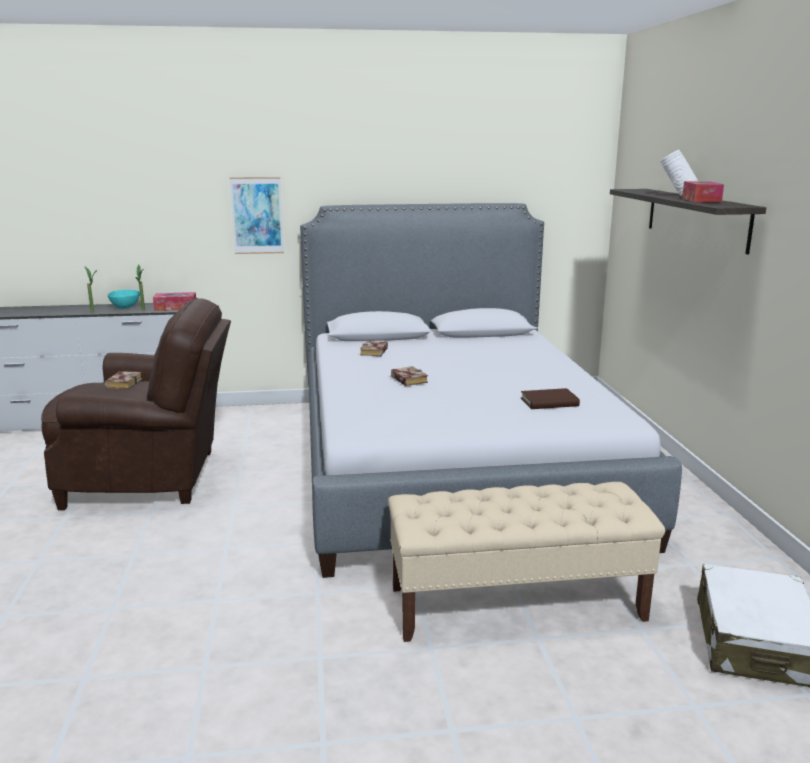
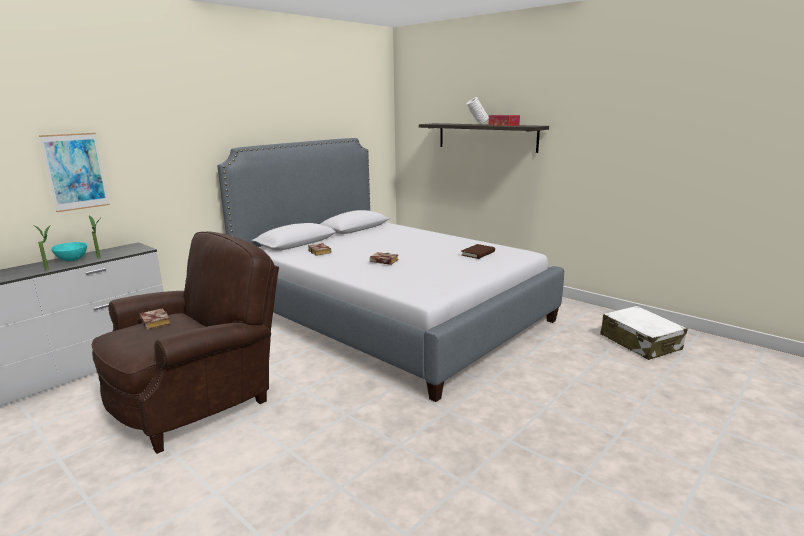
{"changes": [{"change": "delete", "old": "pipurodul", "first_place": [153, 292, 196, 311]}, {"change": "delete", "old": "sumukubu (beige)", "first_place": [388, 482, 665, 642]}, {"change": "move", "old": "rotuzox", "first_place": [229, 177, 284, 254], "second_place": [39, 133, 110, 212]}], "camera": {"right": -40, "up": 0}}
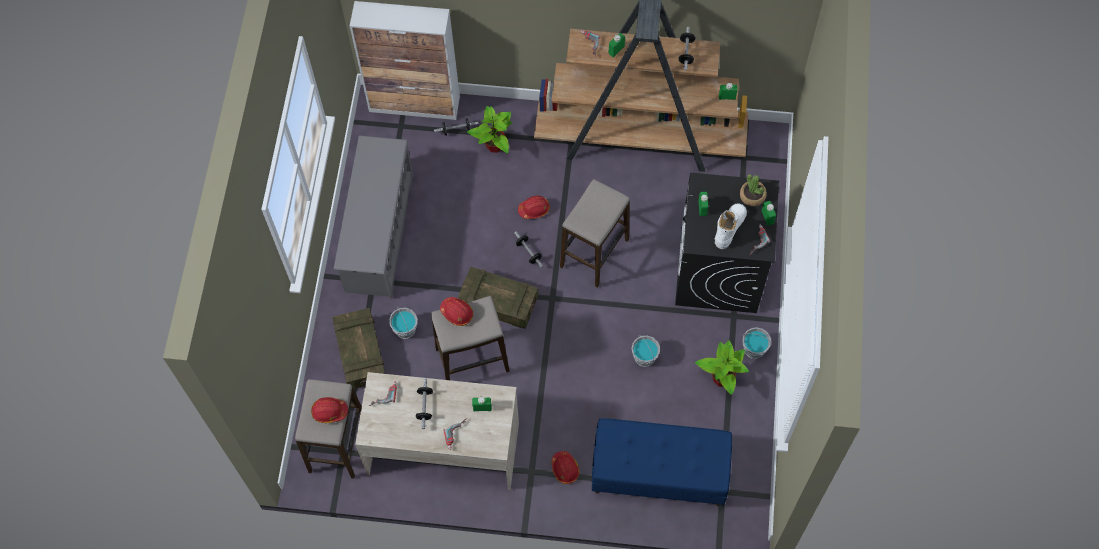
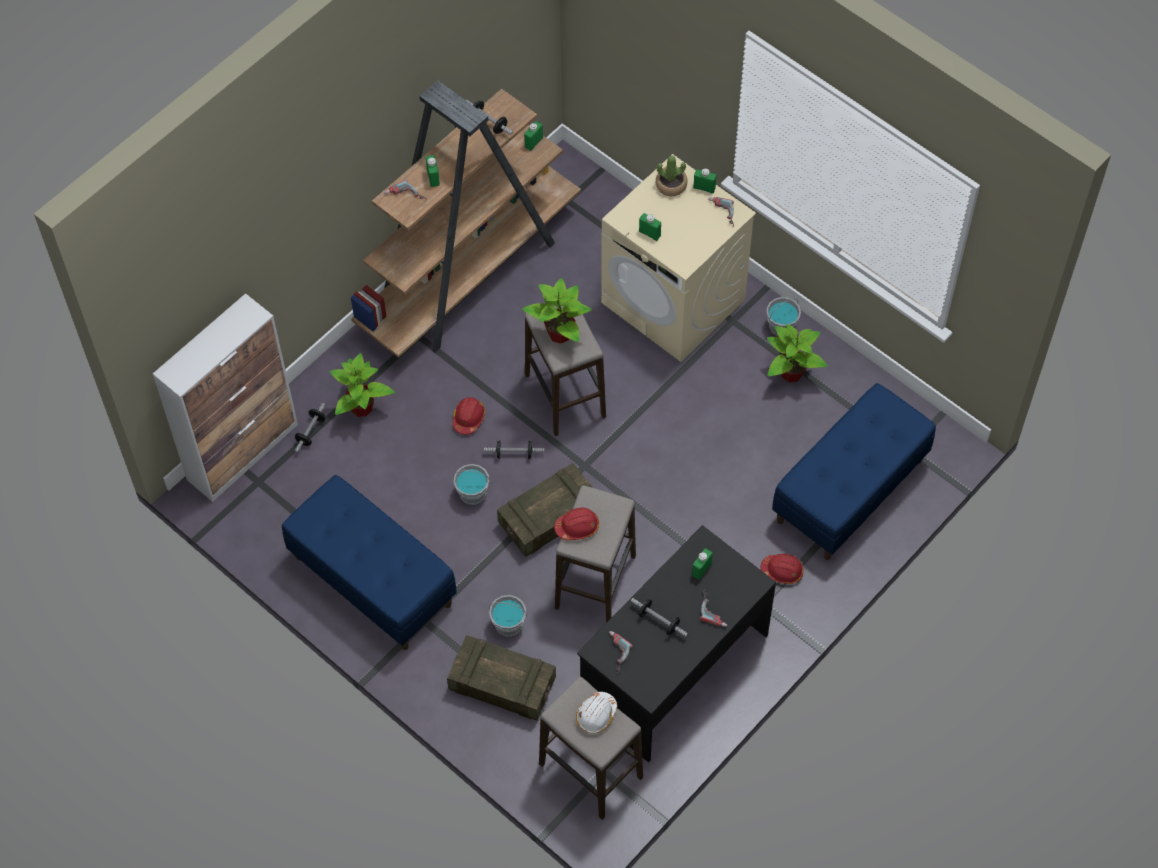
{"changes": [{"change": "delete", "old": "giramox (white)", "first_place": [715, 203, 747, 249]}, {"change": "insert", "new": "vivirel", "second_place": [522, 278, 592, 344]}, {"change": "move", "old": "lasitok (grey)", "first_place": [631, 335, 660, 367], "second_place": [453, 464, 490, 505]}, {"change": "replace", "old": "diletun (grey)", "new": "sumukubu (blue)", "first_place": [334, 135, 413, 299], "second_place": [282, 475, 457, 650]}, {"change": "recolor", "old": "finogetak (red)", "new": "finogetak (white)", "first_place": [311, 397, 348, 423], "second_place": [576, 692, 617, 734]}, {"change": "recolor", "old": "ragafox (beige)", "new": "ragafox (black)", "first_place": [355, 372, 519, 490], "second_place": [577, 525, 776, 763]}, {"change": "recolor", "old": "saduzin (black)", "new": "saduzin (beige)", "first_place": [675, 173, 779, 313], "second_place": [601, 154, 756, 362]}], "camera": {"right": -55, "up": -5}}
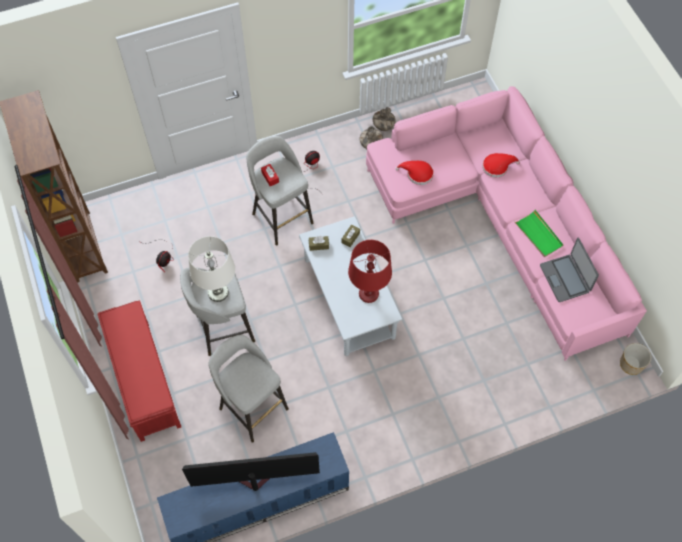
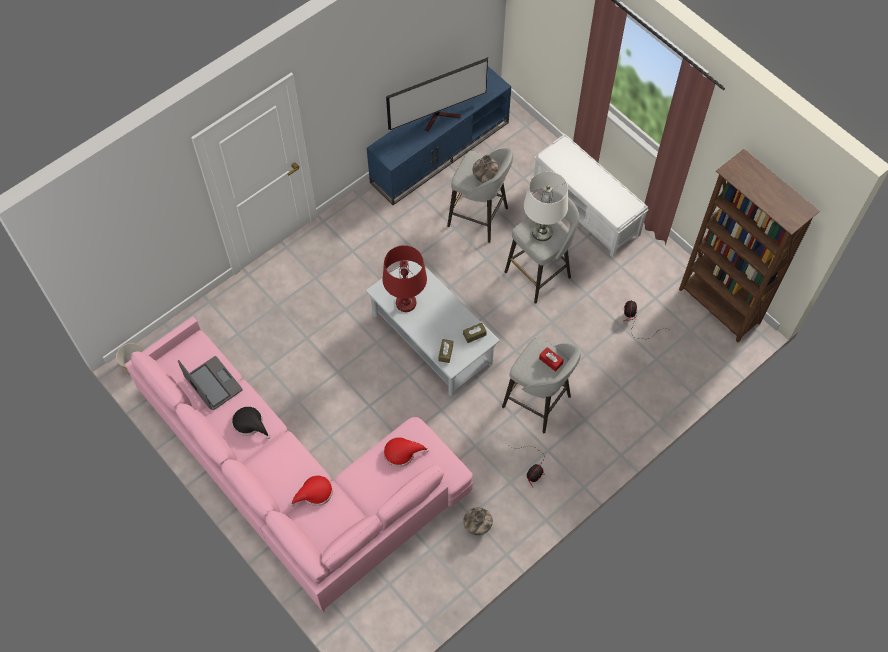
{"changes": [{"change": "move", "old": "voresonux", "first_place": [373, 107, 396, 131], "second_place": [473, 155, 499, 183]}, {"change": "replace", "old": "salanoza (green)", "new": "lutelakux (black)", "first_place": [515, 210, 563, 257], "second_place": [232, 406, 271, 439]}, {"change": "recolor", "old": "sumukubu (red)", "new": "sumukubu (white)", "first_place": [98, 300, 181, 442], "second_place": [534, 134, 649, 257]}], "camera": {"right": 160, "up": 0}}
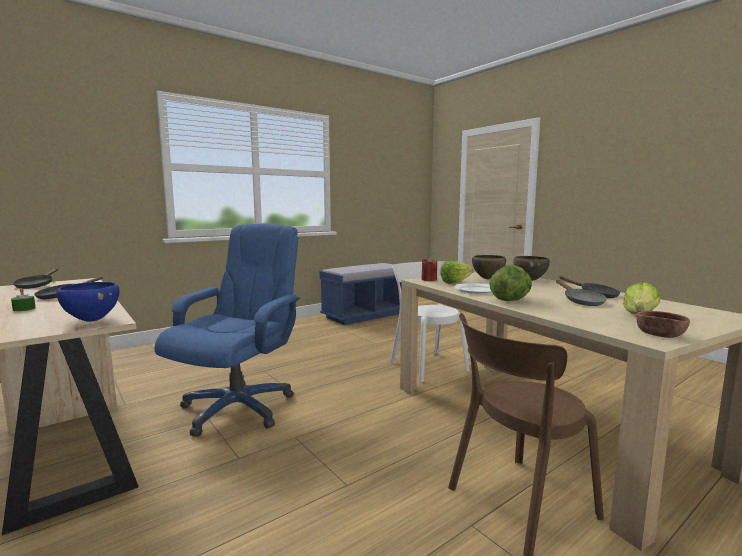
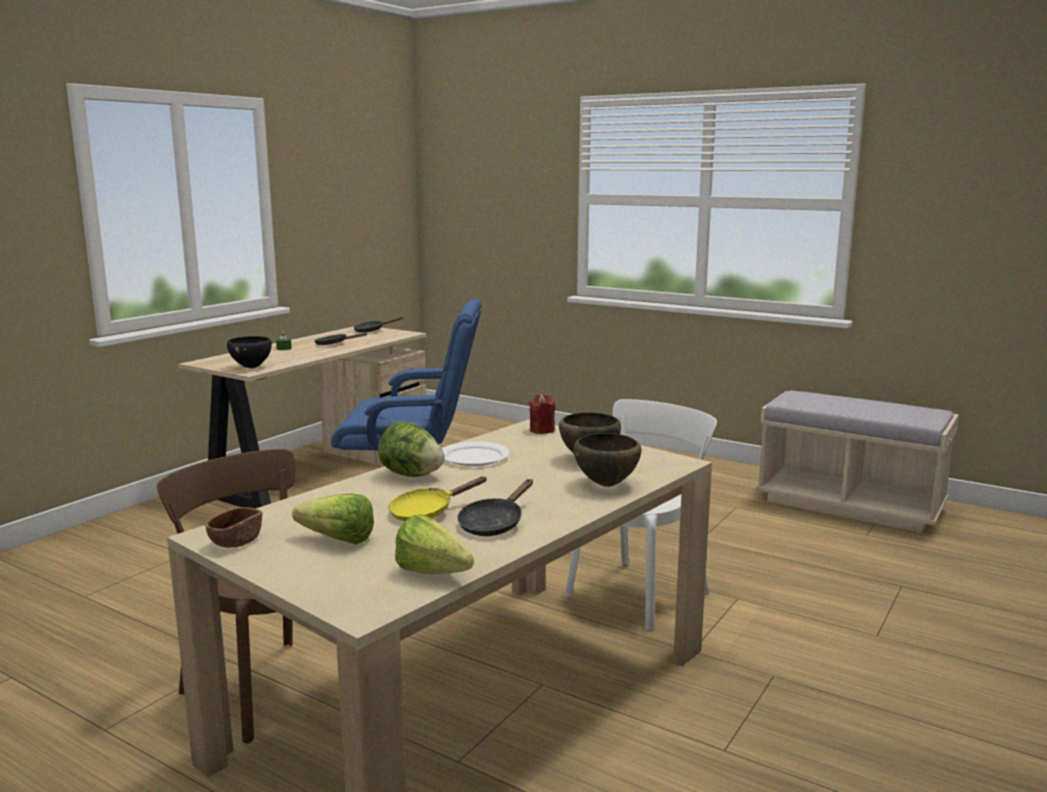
{"changes": [{"change": "move", "old": "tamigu", "first_place": [440, 261, 473, 284], "second_place": [395, 514, 474, 574]}, {"change": "recolor", "old": "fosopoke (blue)", "new": "fosopoke (black)", "first_place": [56, 282, 120, 322], "second_place": [227, 336, 272, 368]}, {"change": "recolor", "old": "sumukubu (blue)", "new": "sumukubu (beige)", "first_place": [320, 263, 402, 325], "second_place": [756, 391, 959, 533]}, {"change": "recolor", "old": "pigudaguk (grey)", "new": "pigudaguk (yellow)", "first_place": [556, 280, 607, 306], "second_place": [388, 476, 487, 522]}], "camera": {"right": 70, "up": 5}}
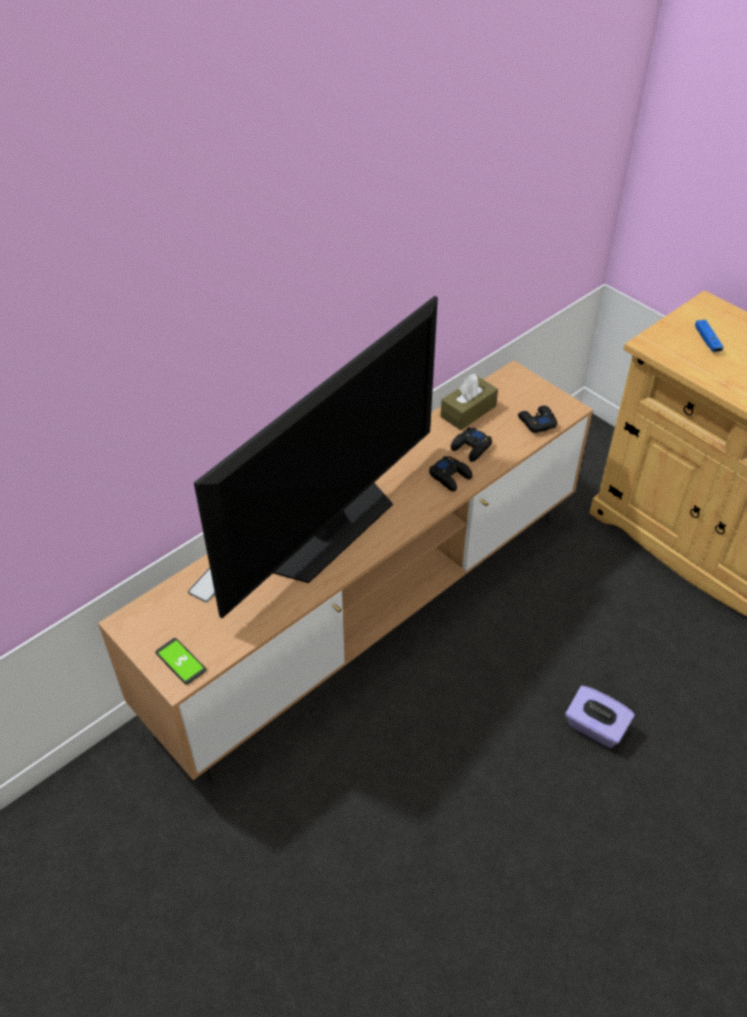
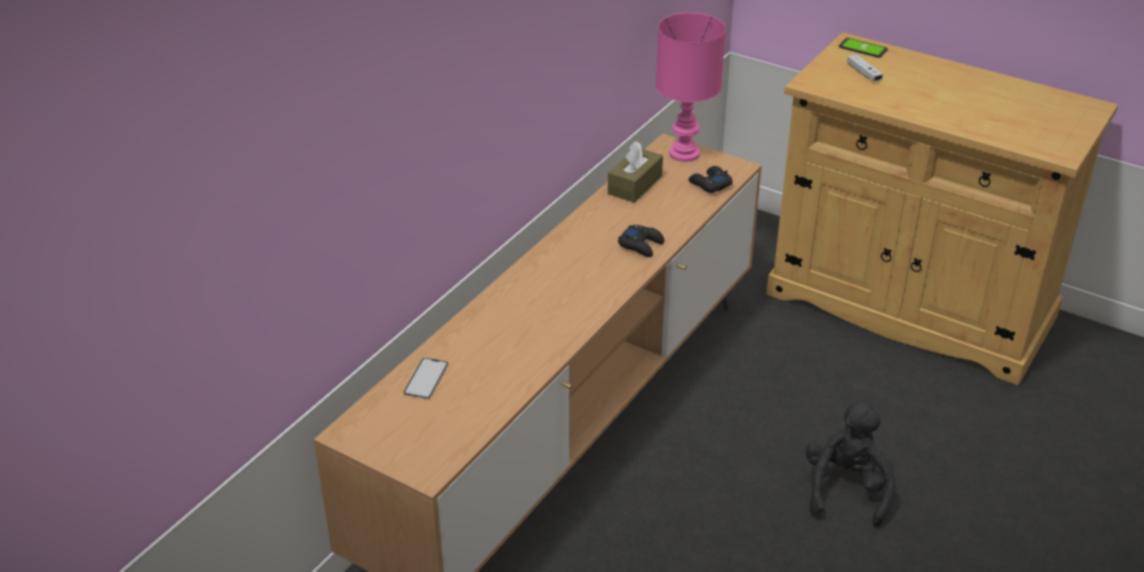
{"changes": [{"change": "delete", "old": "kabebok", "first_place": [194, 296, 438, 618]}, {"change": "delete", "old": "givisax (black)", "first_place": [451, 427, 492, 462]}, {"change": "insert", "new": "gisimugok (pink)", "second_place": [656, 12, 726, 162]}, {"change": "move", "old": "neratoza", "first_place": [155, 638, 206, 685], "second_place": [839, 38, 888, 58]}, {"change": "replace", "old": "pipurodul (purple)", "new": "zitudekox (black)", "first_place": [565, 685, 635, 748], "second_place": [805, 401, 895, 527]}, {"change": "recolor", "old": "givisax (blue)", "new": "givisax (white)", "first_place": [695, 320, 724, 353], "second_place": [847, 54, 883, 81]}], "camera": {"right": -15, "up": -10}}
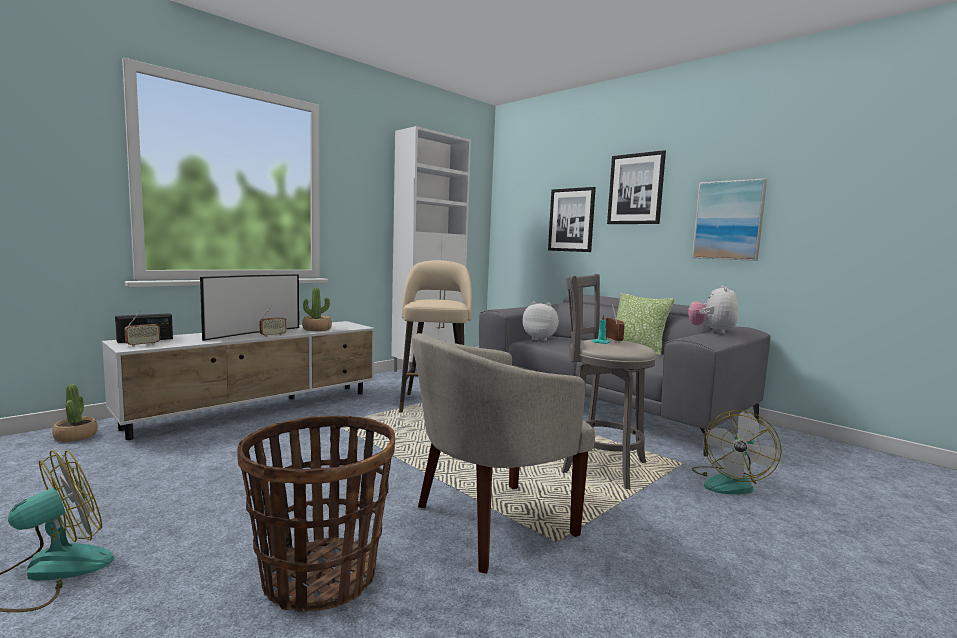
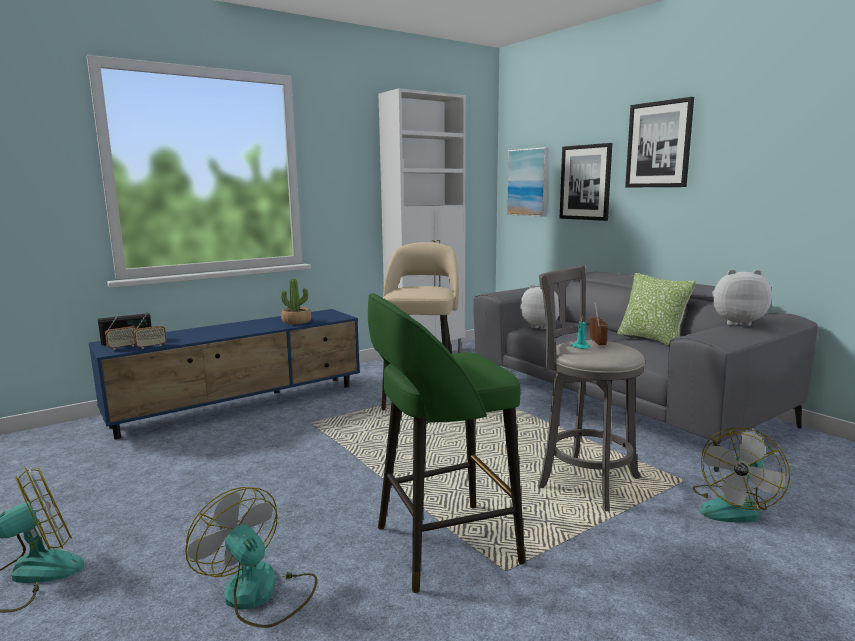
{"changes": [{"change": "delete", "old": "vivirel", "first_place": [52, 384, 98, 442]}, {"change": "delete", "old": "kabebok", "first_place": [200, 274, 299, 341]}, {"change": "move", "old": "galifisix", "first_place": [260, 305, 286, 337], "second_place": [133, 313, 167, 349]}, {"change": "move", "old": "rotuzox", "first_place": [692, 178, 767, 261], "second_place": [507, 147, 549, 217]}, {"change": "replace", "old": "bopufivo", "new": "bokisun", "first_place": [237, 415, 395, 612], "second_place": [185, 487, 317, 628]}, {"change": "replace", "old": "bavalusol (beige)", "new": "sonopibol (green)", "first_place": [412, 333, 595, 574], "second_place": [368, 293, 526, 593]}, {"change": "recolor", "old": "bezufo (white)", "new": "bezufo (blue)", "first_place": [102, 321, 375, 440], "second_place": [88, 309, 360, 439]}, {"change": "rotate", "old": "zitudekox", "first_place": [688, 285, 738, 334], "second_place": [712, 269, 772, 326], "degrees": 75}], "camera": {"right": 10, "up": 5}}
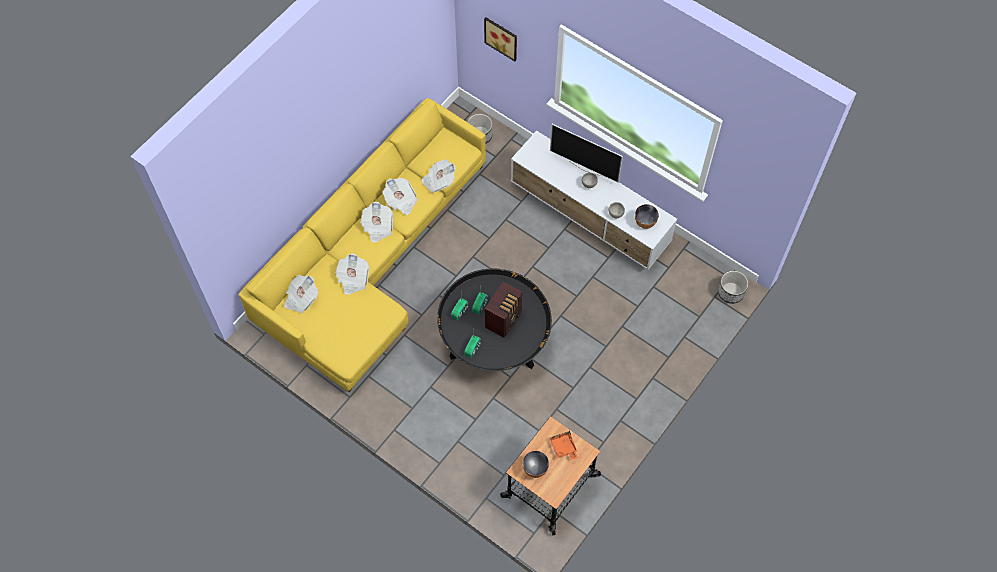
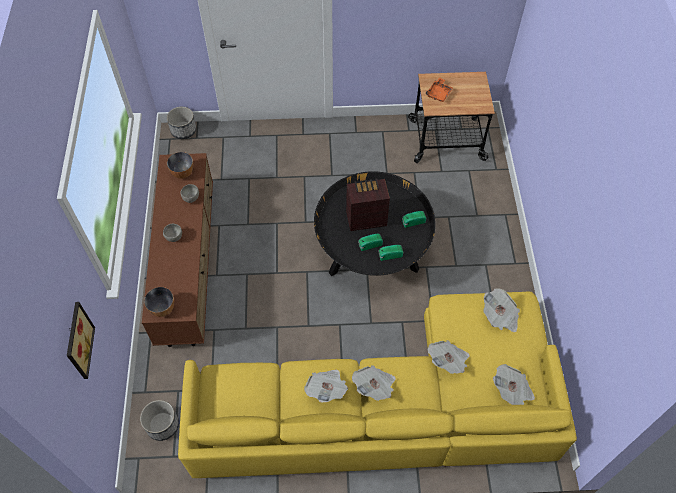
{"changes": [{"change": "delete", "old": "kabebok", "first_place": [550, 124, 623, 183]}, {"change": "move", "old": "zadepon", "first_place": [421, 159, 456, 193], "second_place": [483, 288, 520, 332]}, {"change": "move", "old": "fosopoke", "first_place": [523, 451, 549, 478], "second_place": [144, 287, 174, 317]}, {"change": "recolor", "old": "bezufo (white)", "new": "bezufo (brown)", "first_place": [511, 130, 677, 270], "second_place": [142, 153, 213, 347]}], "camera": {"right": -130, "up": -5}}
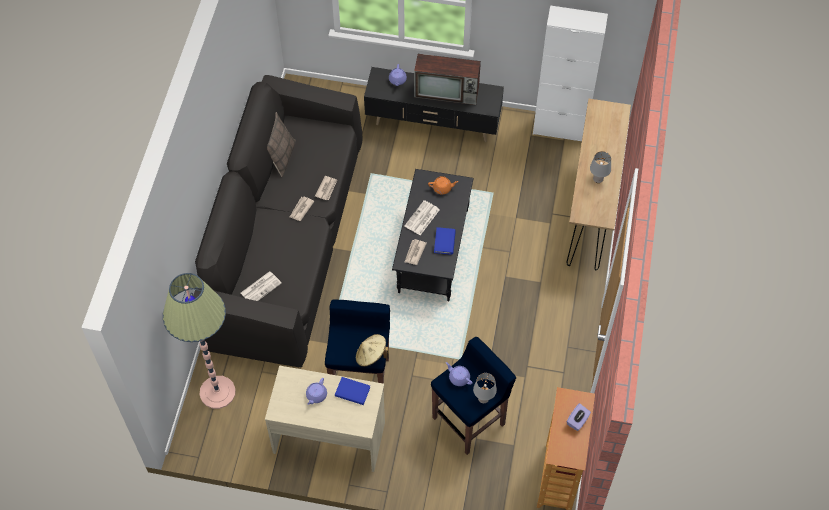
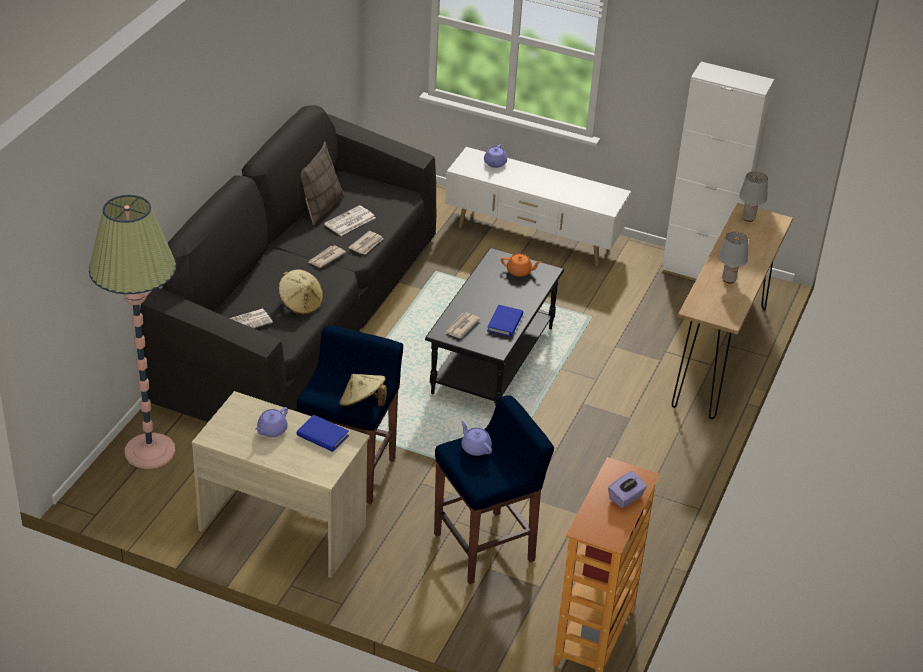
{"changes": [{"change": "delete", "old": "kabebok", "first_place": [414, 54, 481, 105]}, {"change": "insert", "new": "lutelakux (beige)", "second_place": [278, 269, 323, 315]}, {"change": "move", "old": "zadepon", "first_place": [404, 200, 440, 235], "second_place": [324, 205, 375, 236]}, {"change": "move", "old": "gisimugok (grey)", "first_place": [473, 373, 497, 403], "second_place": [739, 171, 768, 222]}, {"change": "recolor", "old": "bezufo (black)", "new": "bezufo (white)", "first_place": [364, 67, 504, 142], "second_place": [445, 147, 631, 267]}], "camera": {"right": 10, "up": -20}}
